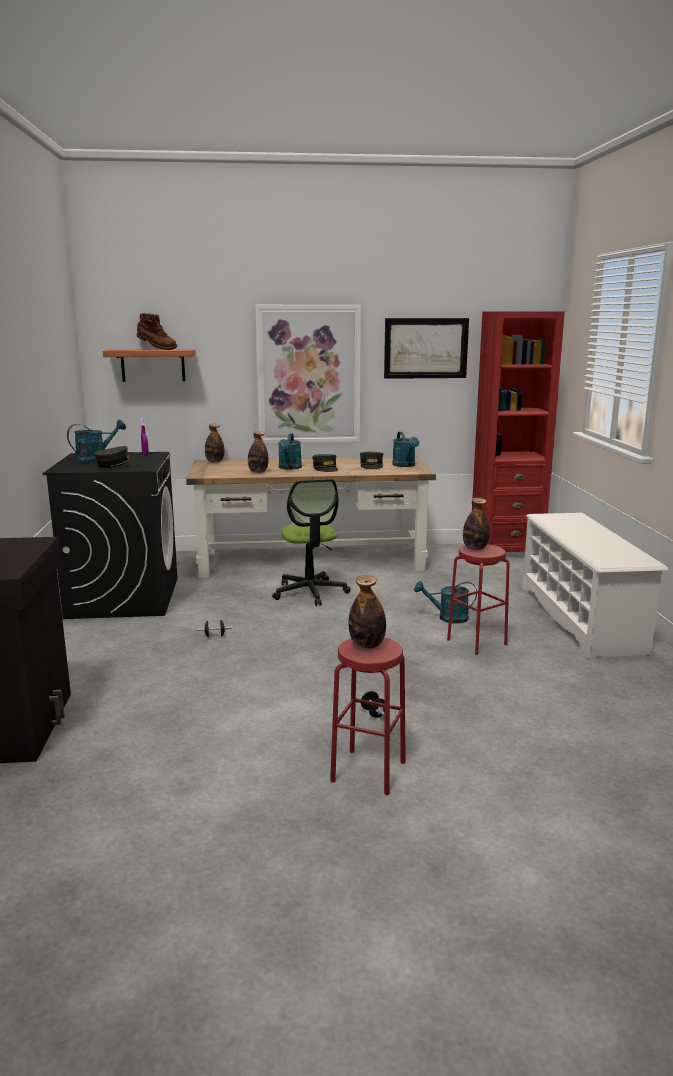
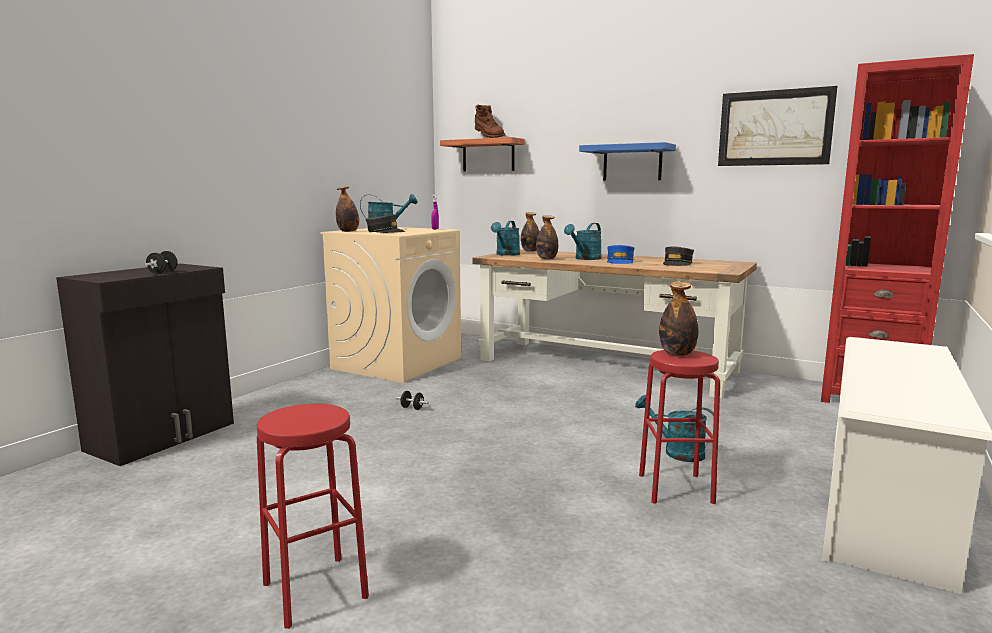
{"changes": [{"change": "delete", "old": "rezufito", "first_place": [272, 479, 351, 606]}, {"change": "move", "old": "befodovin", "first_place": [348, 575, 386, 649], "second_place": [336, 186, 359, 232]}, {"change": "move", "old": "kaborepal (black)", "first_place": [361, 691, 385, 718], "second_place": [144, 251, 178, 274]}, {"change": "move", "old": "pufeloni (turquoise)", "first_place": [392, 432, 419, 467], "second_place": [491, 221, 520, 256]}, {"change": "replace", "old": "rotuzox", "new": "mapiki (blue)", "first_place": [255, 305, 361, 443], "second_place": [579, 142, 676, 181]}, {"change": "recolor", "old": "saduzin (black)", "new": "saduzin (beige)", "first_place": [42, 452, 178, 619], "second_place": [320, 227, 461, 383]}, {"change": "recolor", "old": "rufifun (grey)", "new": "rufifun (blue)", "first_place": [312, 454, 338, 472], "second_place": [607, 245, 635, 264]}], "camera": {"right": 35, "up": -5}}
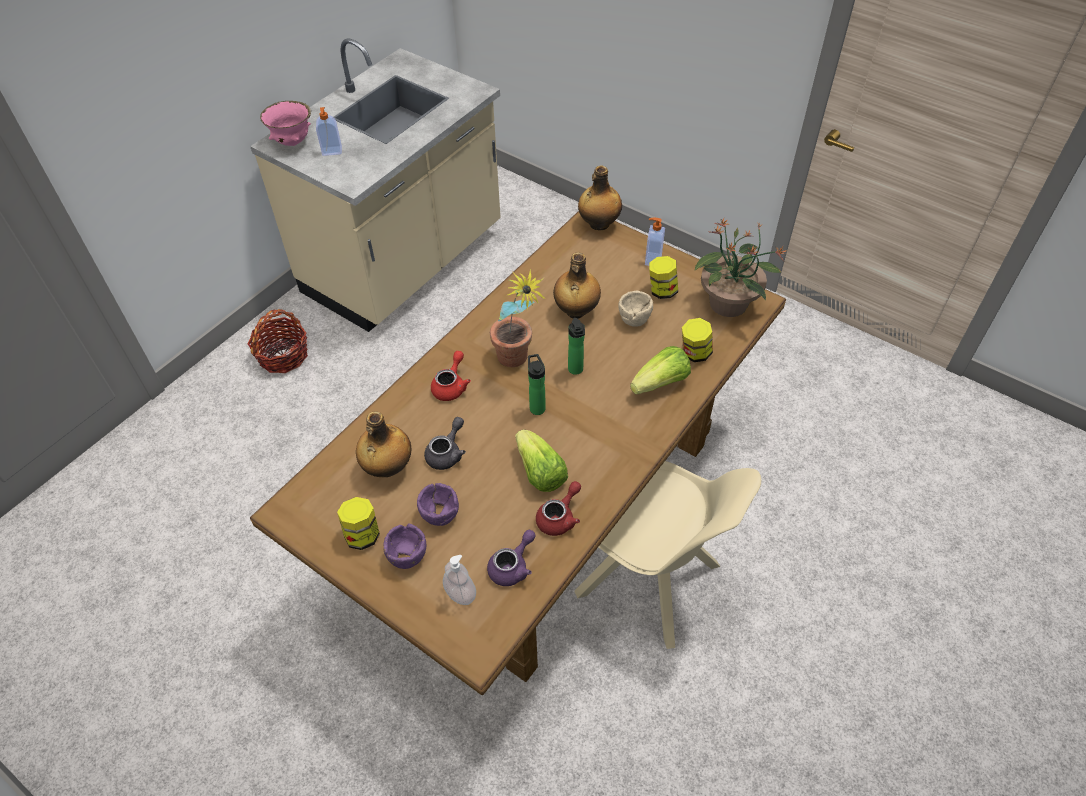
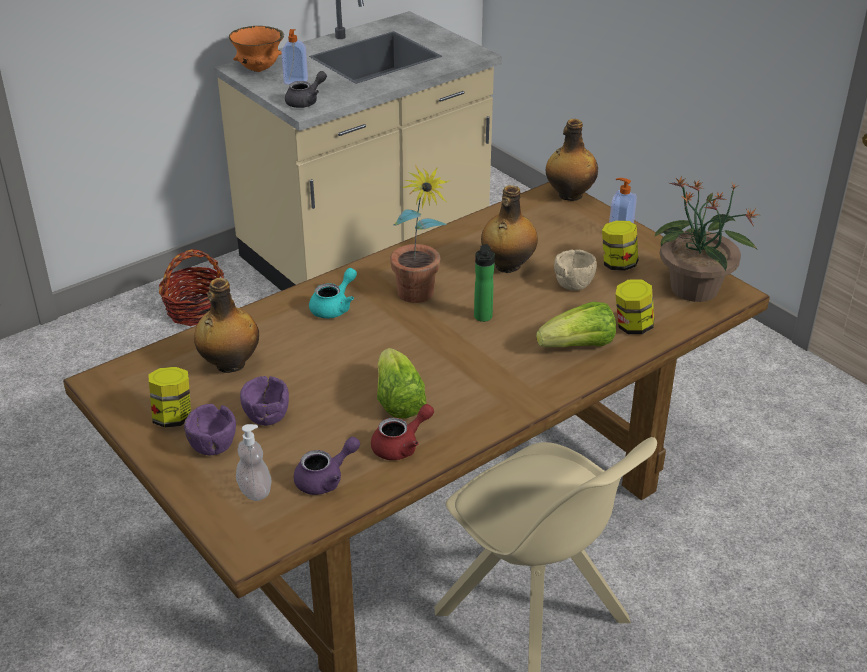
{"changes": [{"change": "delete", "old": "befodovin", "first_place": [528, 354, 546, 415]}, {"change": "move", "old": "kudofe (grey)", "first_place": [424, 417, 466, 470], "second_place": [285, 71, 327, 108]}, {"change": "recolor", "old": "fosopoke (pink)", "new": "fosopoke (orange)", "first_place": [260, 101, 311, 146], "second_place": [229, 26, 284, 72]}, {"change": "recolor", "old": "kudofe (red)", "new": "kudofe (turquoise)", "first_place": [431, 351, 471, 401], "second_place": [309, 268, 357, 319]}], "camera": {"right": 15, "up": -15}}
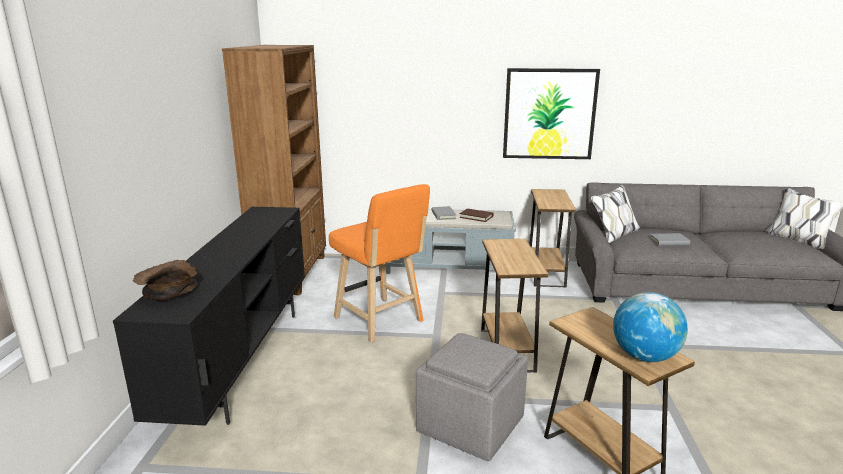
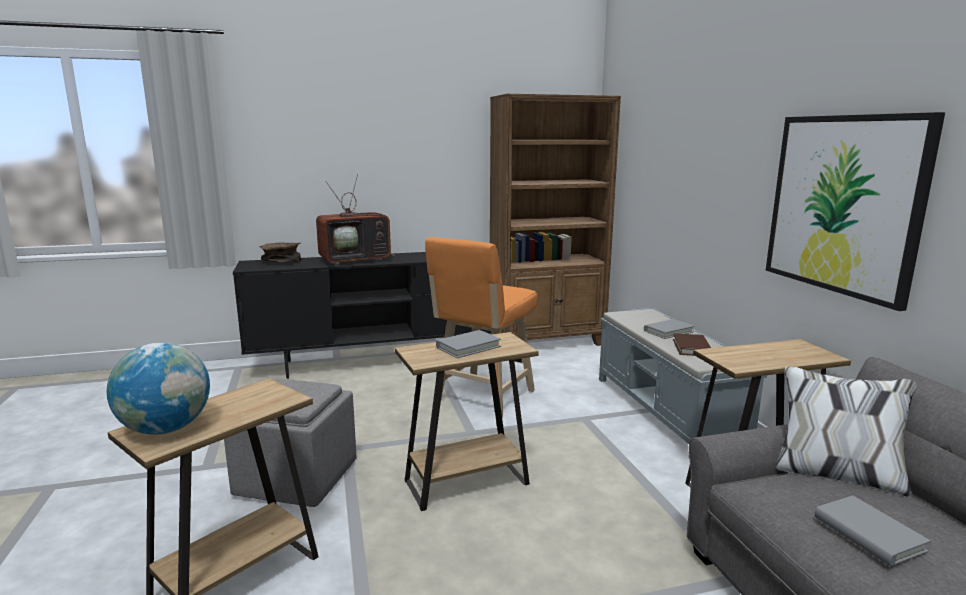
{"changes": [{"change": "insert", "new": "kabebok", "second_place": [316, 174, 396, 265]}, {"change": "insert", "new": "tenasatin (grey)", "second_place": [436, 330, 501, 358]}], "camera": {"right": 70, "up": -5}}
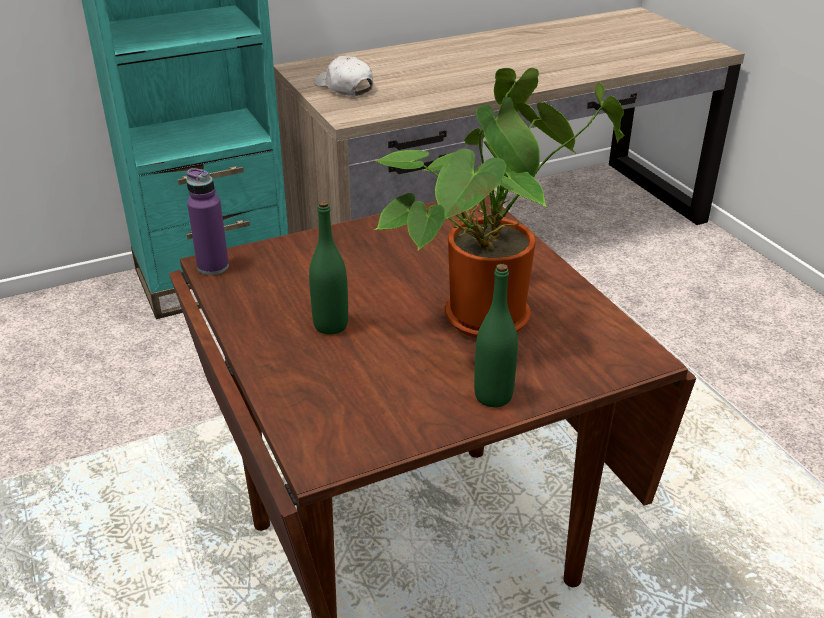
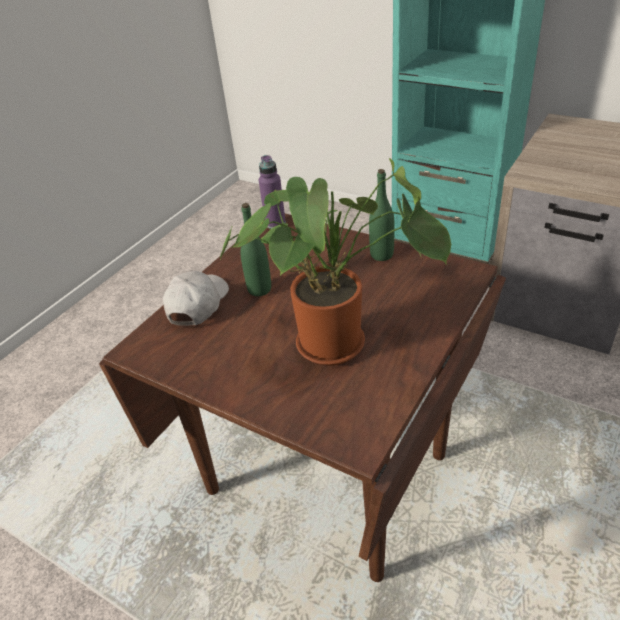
{"changes": [{"change": "move", "old": "rufifun (white)", "first_place": [314, 56, 373, 96], "second_place": [163, 271, 229, 326]}, {"change": "move", "old": "befodovin (green)", "first_place": [474, 264, 518, 407], "second_place": [369, 169, 395, 261]}], "camera": {"right": 60, "up": 5}}
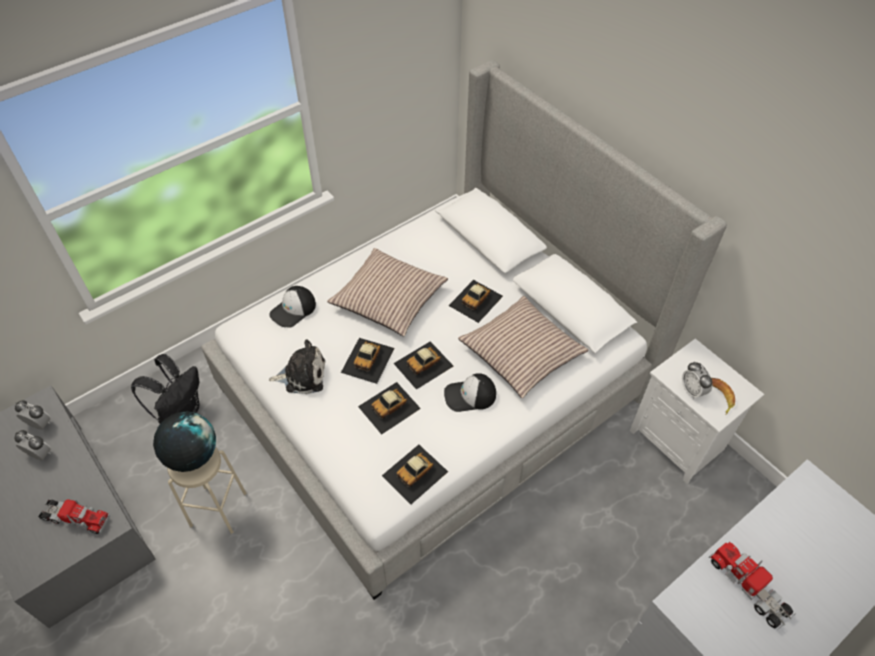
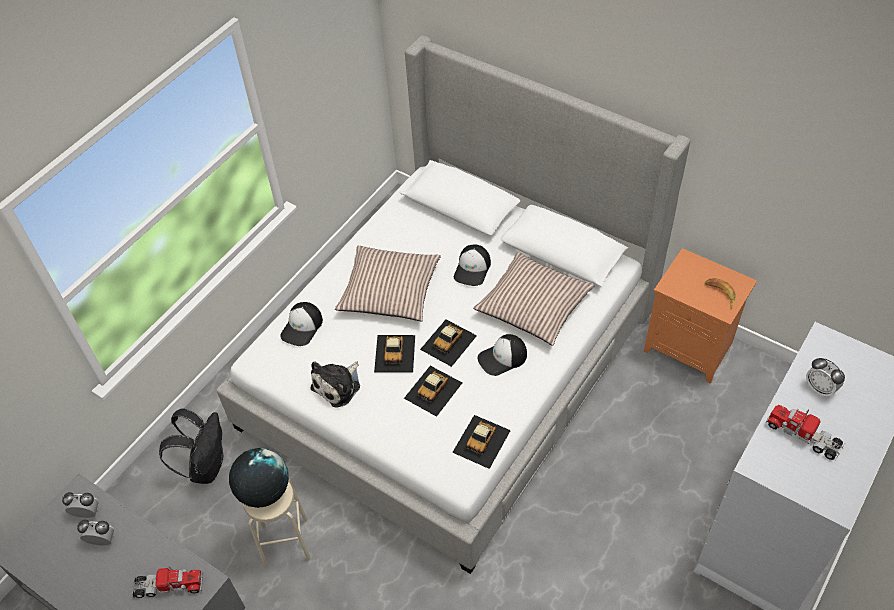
{"changes": [{"change": "move", "old": "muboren", "first_place": [682, 361, 713, 399], "second_place": [806, 358, 845, 398]}, {"change": "replace", "old": "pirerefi", "new": "rufifun", "first_place": [449, 280, 503, 323], "second_place": [454, 244, 491, 286]}, {"change": "recolor", "old": "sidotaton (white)", "new": "sidotaton (orange)", "first_place": [630, 339, 764, 484], "second_place": [644, 248, 757, 384]}, {"change": "rotate", "old": "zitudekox", "first_place": [269, 339, 325, 394], "second_place": [311, 361, 360, 408], "degrees": 150}], "camera": {"right": -15, "up": 0}}
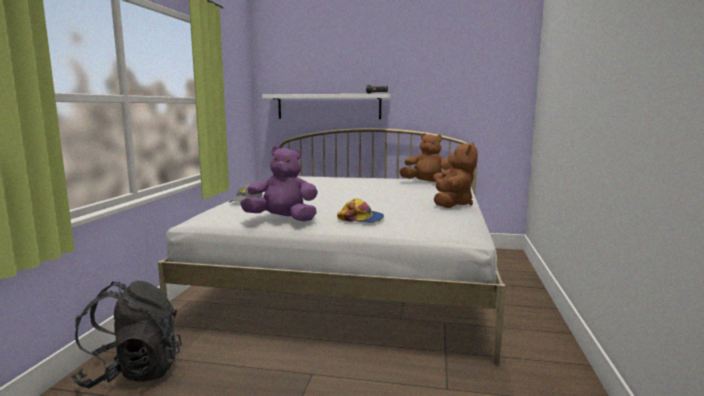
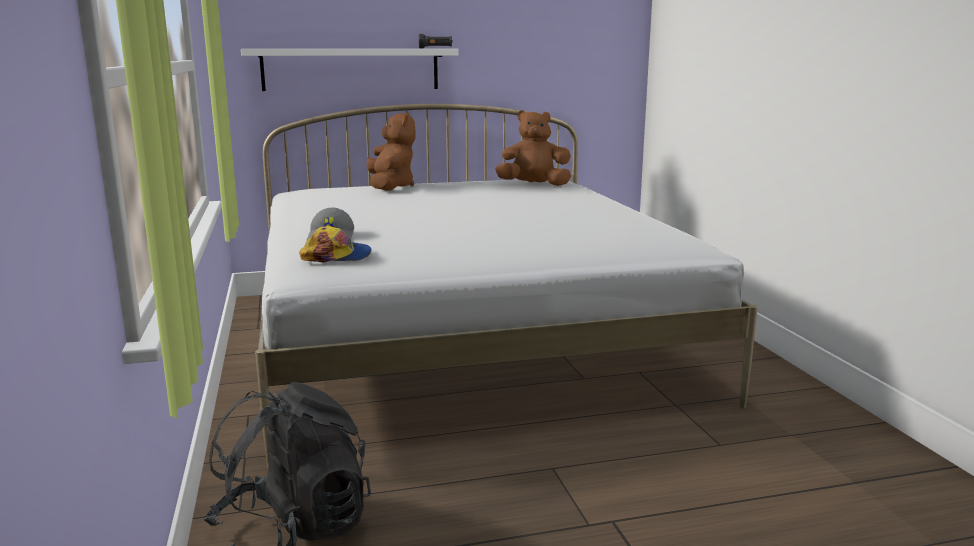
{"changes": [{"change": "delete", "old": "zitudekox (purple)", "first_place": [240, 146, 318, 222]}, {"change": "move", "old": "rufifun", "first_place": [337, 199, 384, 223], "second_place": [299, 226, 371, 262]}, {"change": "move", "old": "zitudekox (brown)", "first_place": [434, 142, 478, 208], "second_place": [367, 111, 415, 191]}], "camera": {"right": -25, "up": 5}}
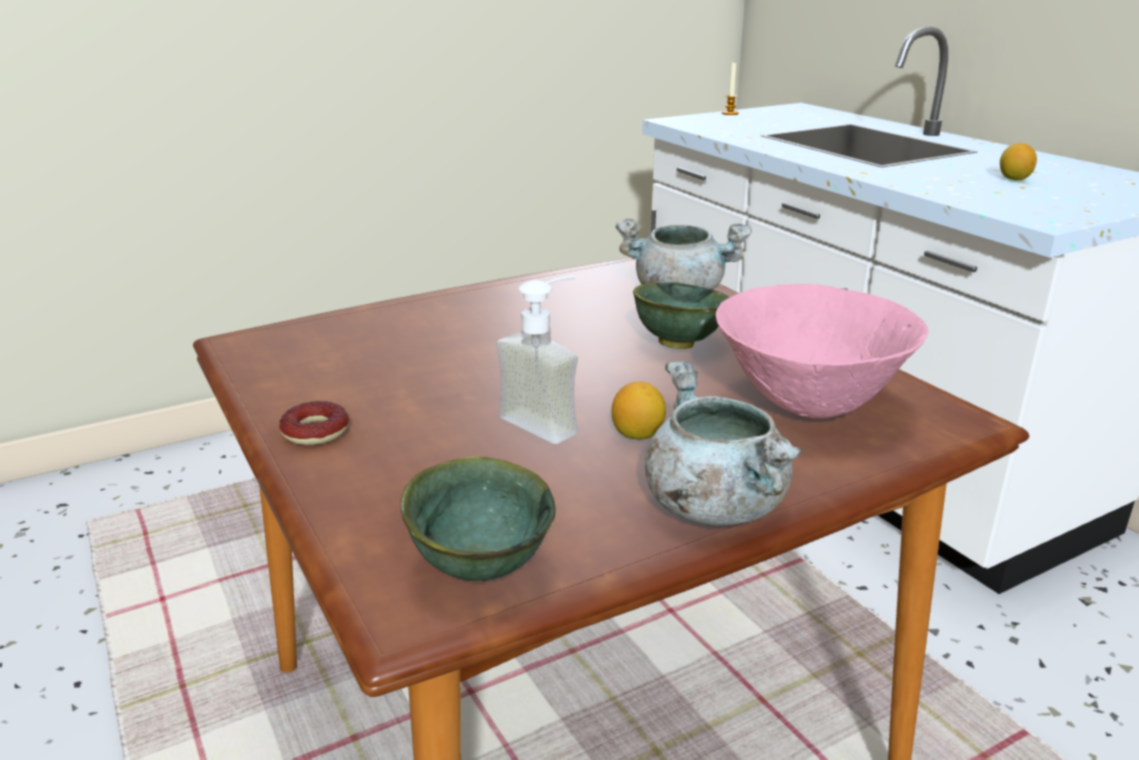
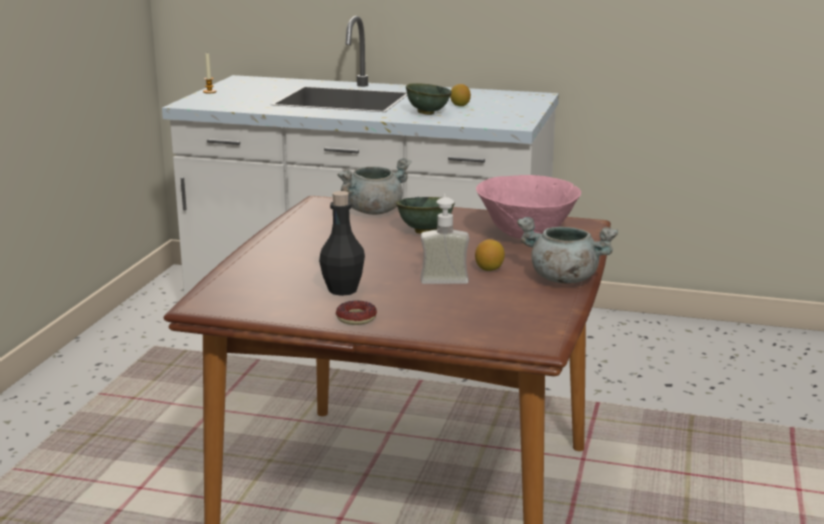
{"changes": [{"change": "insert", "new": "befodovin (black)", "second_place": [319, 191, 365, 296]}, {"change": "move", "old": "fosopoke (green)", "first_place": [401, 456, 556, 581], "second_place": [406, 83, 452, 115]}], "camera": {"right": -45, "up": -5}}
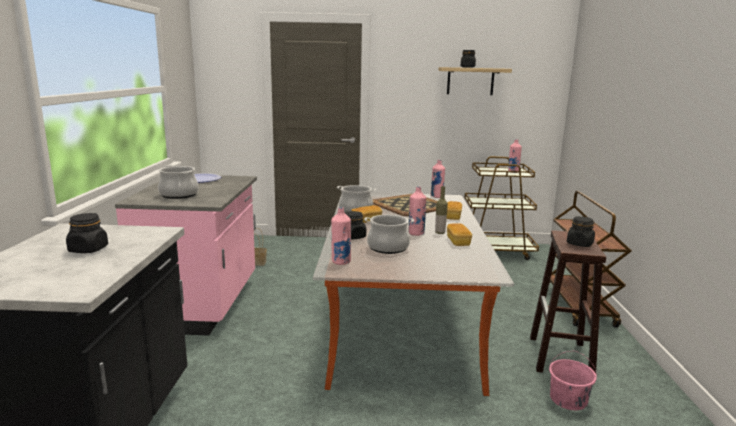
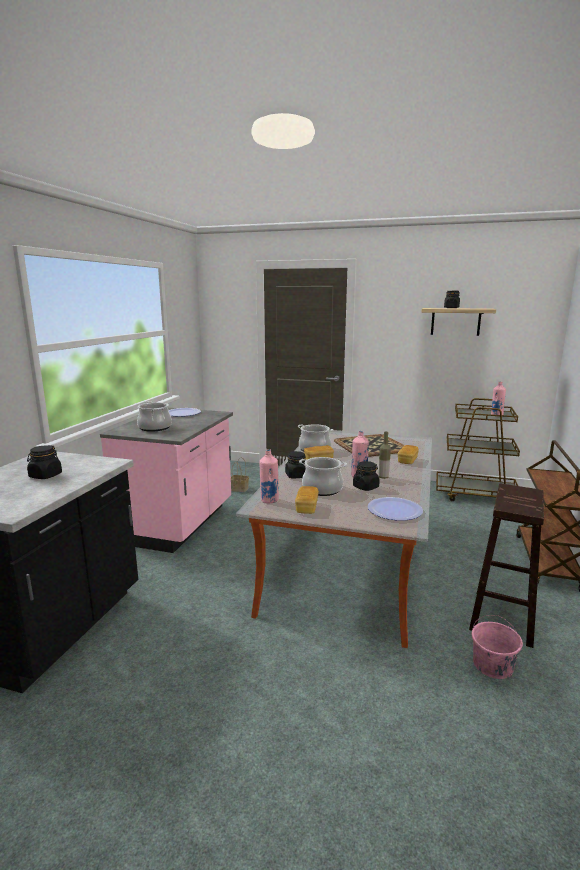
{"changes": [{"change": "delete", "old": "befodovin (pink)", "first_place": [430, 160, 445, 198]}, {"change": "insert", "new": "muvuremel", "second_place": [368, 497, 423, 521]}, {"change": "move", "old": "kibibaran", "first_place": [447, 223, 472, 246], "second_place": [295, 486, 319, 514]}, {"change": "move", "old": "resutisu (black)", "first_place": [567, 216, 595, 247], "second_place": [353, 461, 380, 491]}], "camera": {"right": 15, "up": 0}}
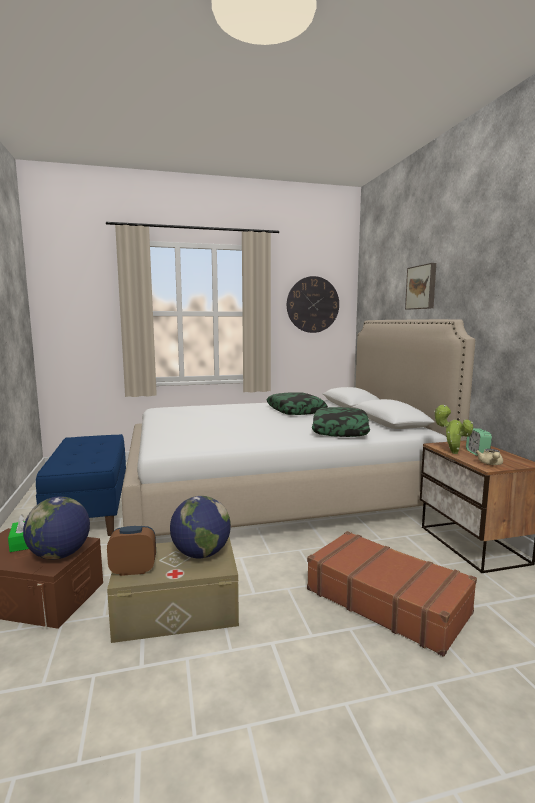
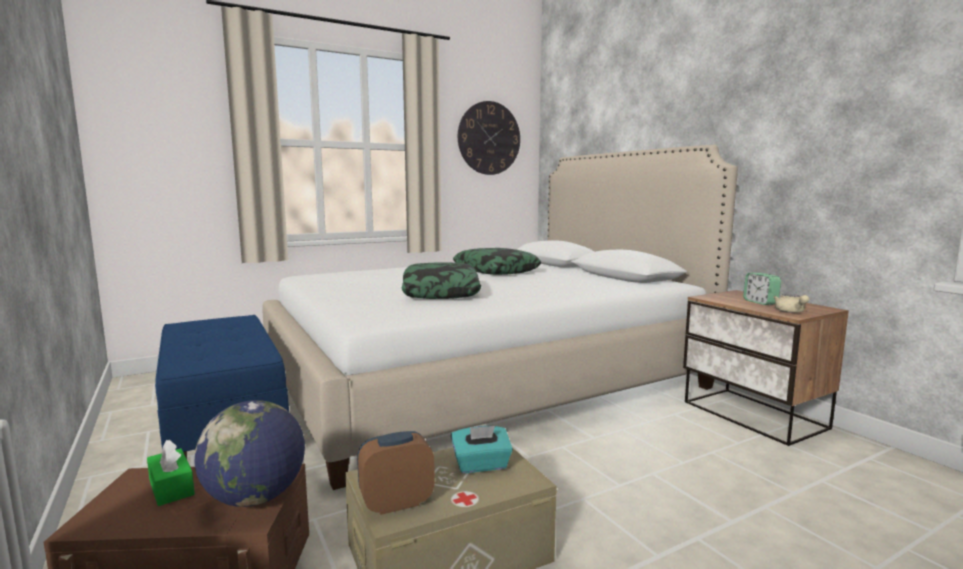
{"changes": [{"change": "delete", "old": "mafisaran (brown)", "first_place": [307, 531, 477, 657]}, {"change": "delete", "old": "rotuzox", "first_place": [405, 263, 436, 309]}, {"change": "delete", "old": "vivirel", "first_place": [434, 405, 473, 454]}, {"change": "move", "old": "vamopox", "first_place": [312, 407, 370, 437], "second_place": [401, 262, 481, 299]}, {"change": "replace", "old": "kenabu", "new": "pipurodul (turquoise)", "first_place": [170, 496, 231, 558], "second_place": [451, 426, 513, 473]}], "camera": {"right": -15, "up": 0}}
